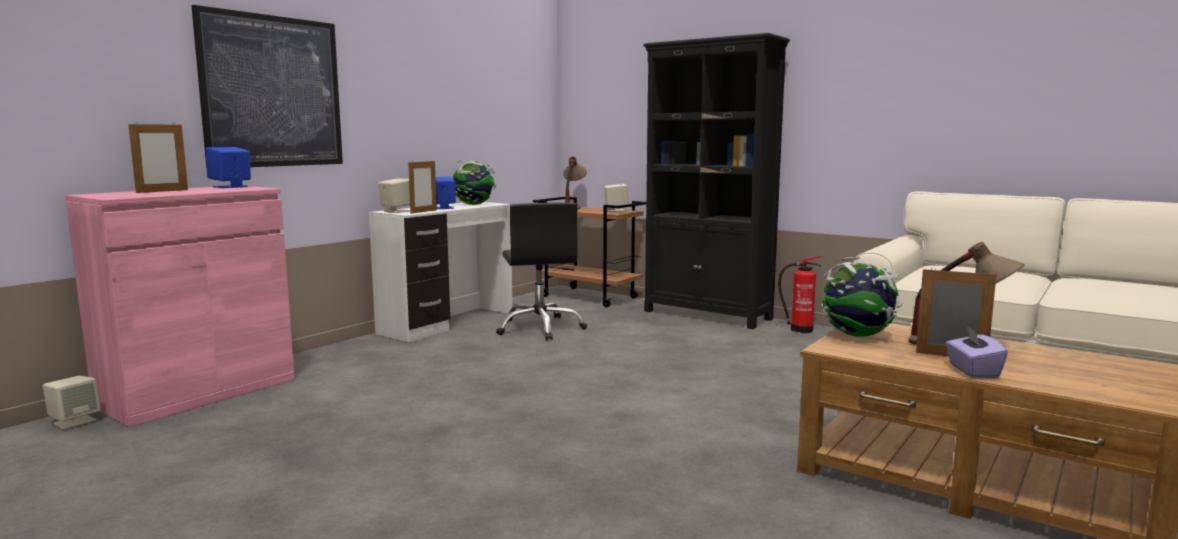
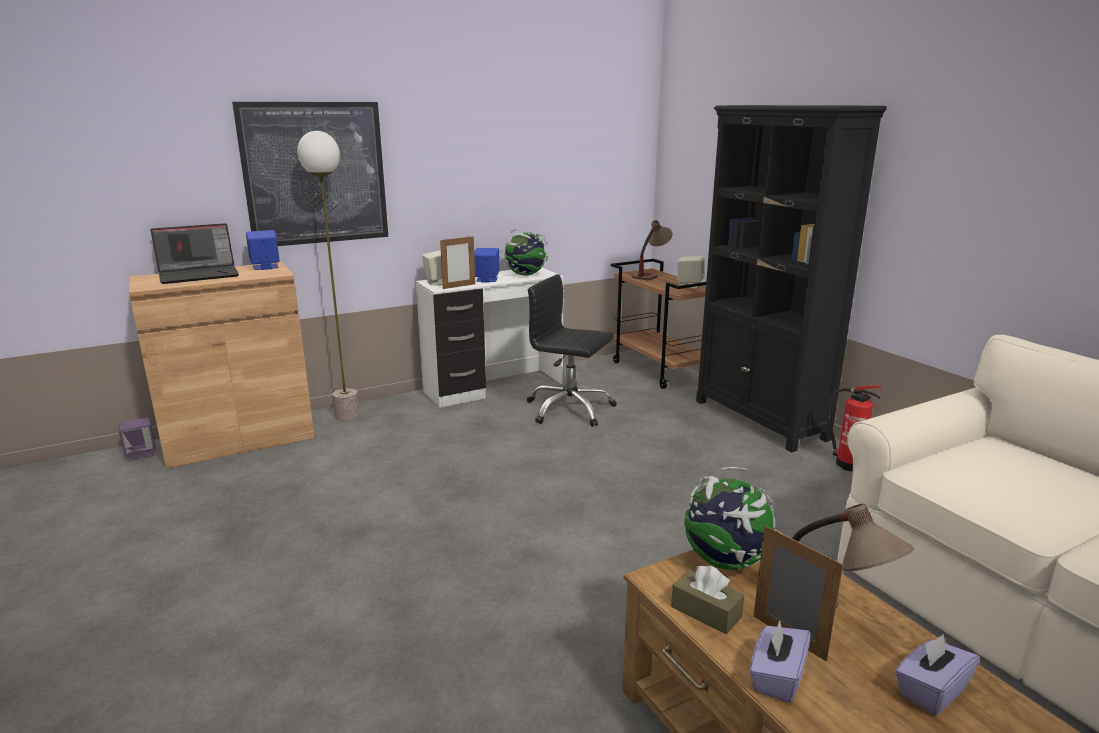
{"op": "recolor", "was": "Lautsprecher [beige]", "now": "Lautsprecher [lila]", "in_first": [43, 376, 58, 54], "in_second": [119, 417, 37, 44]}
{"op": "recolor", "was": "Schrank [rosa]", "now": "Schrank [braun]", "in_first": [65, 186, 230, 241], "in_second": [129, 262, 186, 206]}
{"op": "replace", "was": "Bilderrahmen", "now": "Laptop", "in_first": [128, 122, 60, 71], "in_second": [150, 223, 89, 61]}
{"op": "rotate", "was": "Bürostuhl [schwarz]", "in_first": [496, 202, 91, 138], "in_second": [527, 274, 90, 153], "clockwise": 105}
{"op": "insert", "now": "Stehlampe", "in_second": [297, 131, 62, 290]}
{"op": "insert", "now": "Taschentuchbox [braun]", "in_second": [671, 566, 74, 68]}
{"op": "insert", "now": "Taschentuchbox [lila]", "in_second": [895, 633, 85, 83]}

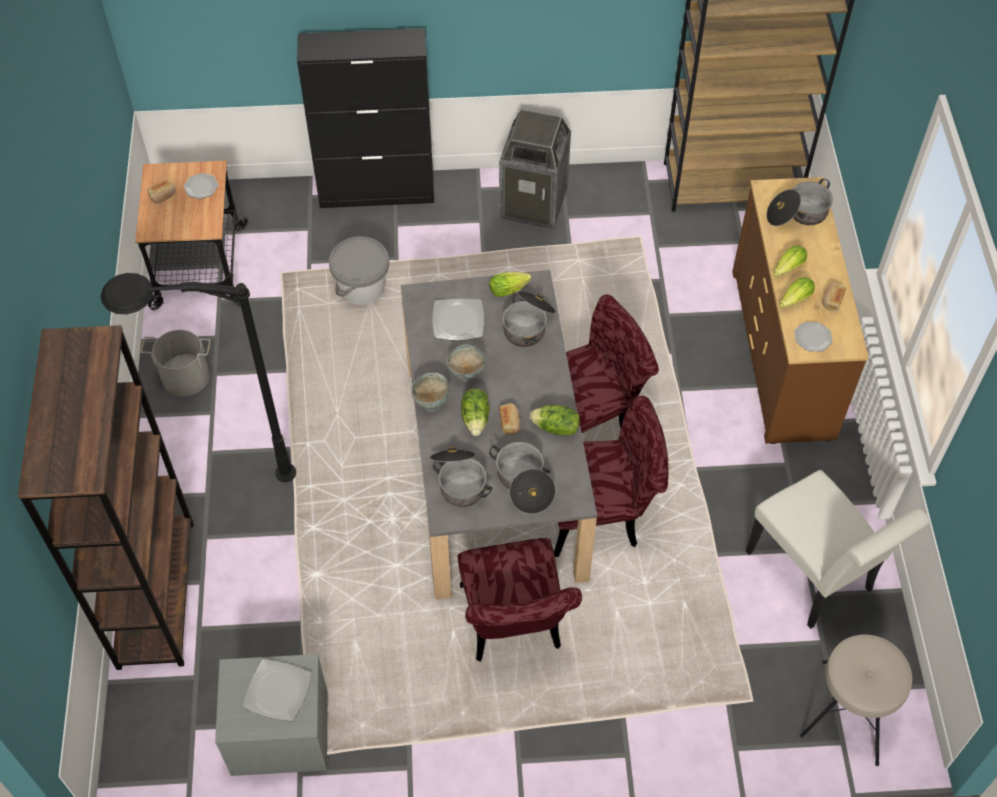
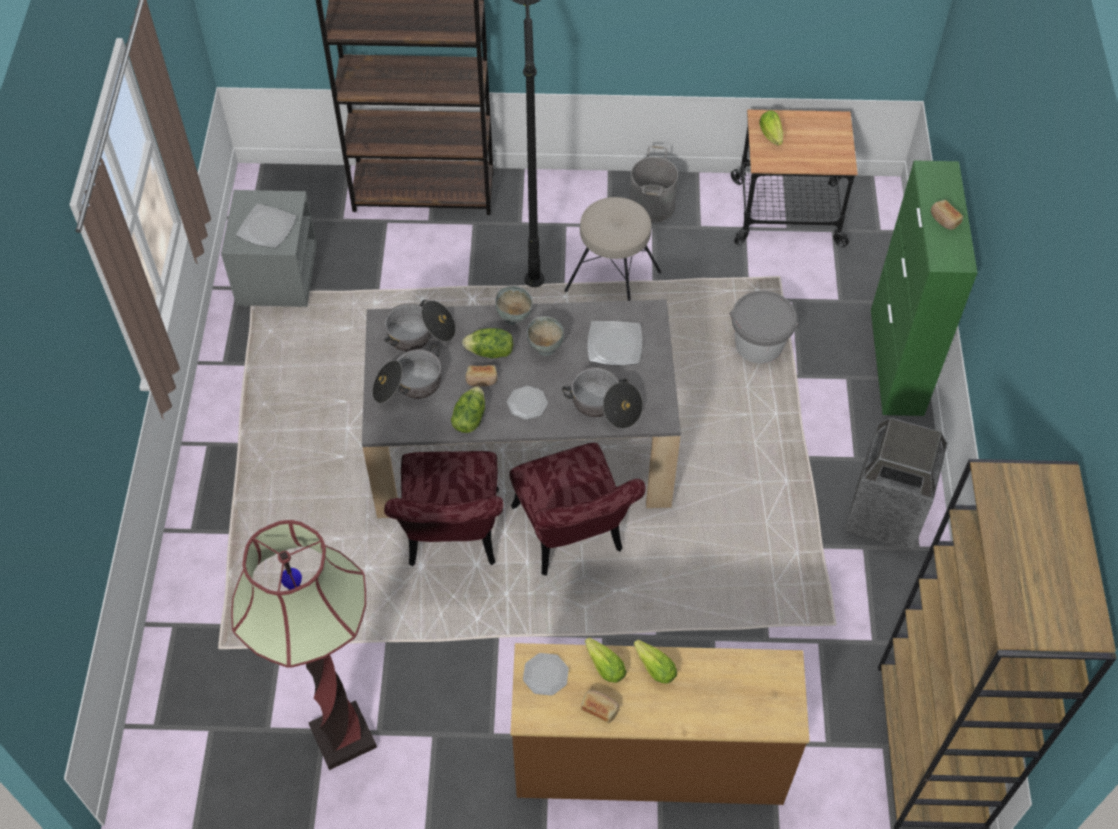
{"op": "move", "was": "Brot", "in_first": [147, 179, 29, 24], "in_second": [931, 200, 32, 30]}
{"op": "move", "was": "Teller", "in_first": [184, 173, 35, 26], "in_second": [507, 386, 41, 34]}
{"op": "recolor", "was": "Schrank [schwarz]", "now": "Schrank [grün]", "in_first": [297, 28, 137, 180], "in_second": [871, 161, 107, 255]}
{"op": "delete", "was": "Stuhl [rot]", "in_first": [458, 538, 124, 124]}
{"op": "move", "was": "Salatkopf", "in_first": [489, 272, 42, 25], "in_second": [759, 110, 24, 35]}
{"op": "replace", "was": "Stuhl [weiß]", "now": "Stehlampe", "in_first": [746, 470, 184, 159], "in_second": [231, 520, 146, 250]}
{"op": "delete", "was": "Kochtopf", "in_first": [766, 178, 67, 48]}
{"op": "move", "was": "Hocker [beige]", "in_first": [800, 635, 112, 131], "in_second": [564, 197, 97, 104]}

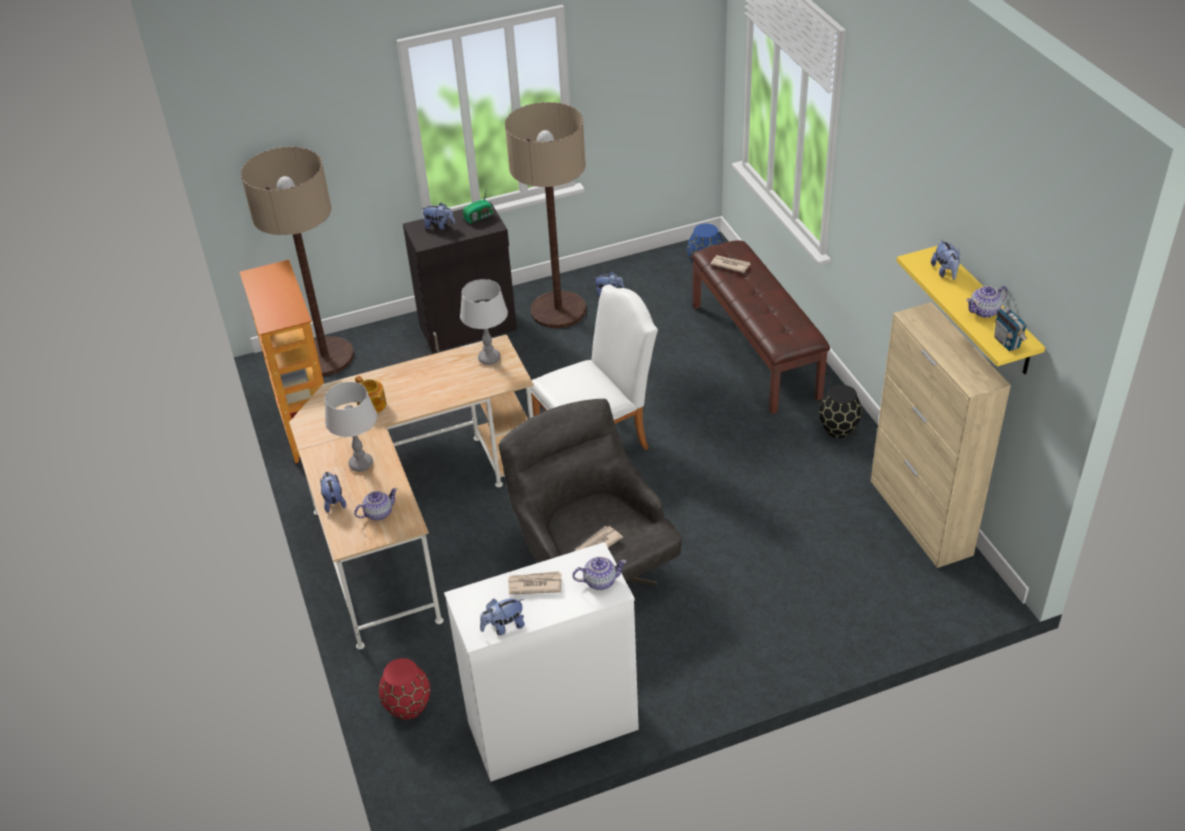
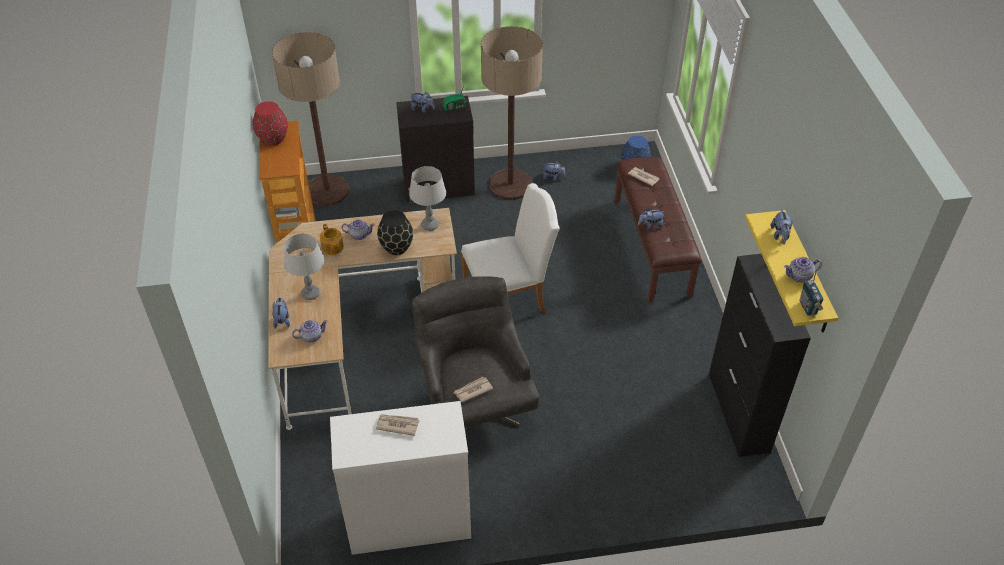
{"op": "move", "was": "Vase [rot]", "in_first": [379, 658, 51, 62], "in_second": [253, 101, 35, 45]}
{"op": "move", "was": "Plüschtier", "in_first": [480, 599, 45, 36], "in_second": [638, 208, 27, 22]}
{"op": "move", "was": "Teekanne", "in_first": [572, 557, 55, 33], "in_second": [341, 219, 34, 21]}
{"op": "move", "was": "Vase [schwarz]", "in_first": [819, 385, 43, 53], "in_second": [377, 210, 36, 45]}
{"op": "recolor", "was": "Schrank [beige]", "now": "Schrank [schwarz]", "in_first": [871, 302, 140, 266], "in_second": [709, 254, 102, 203]}

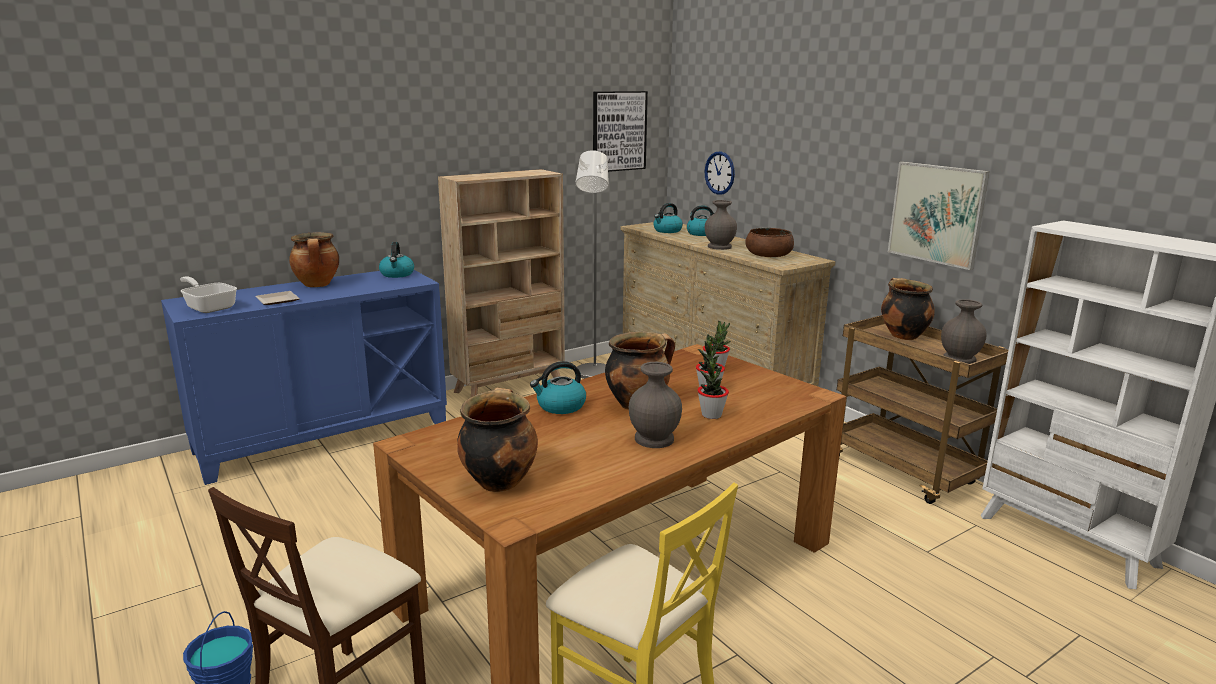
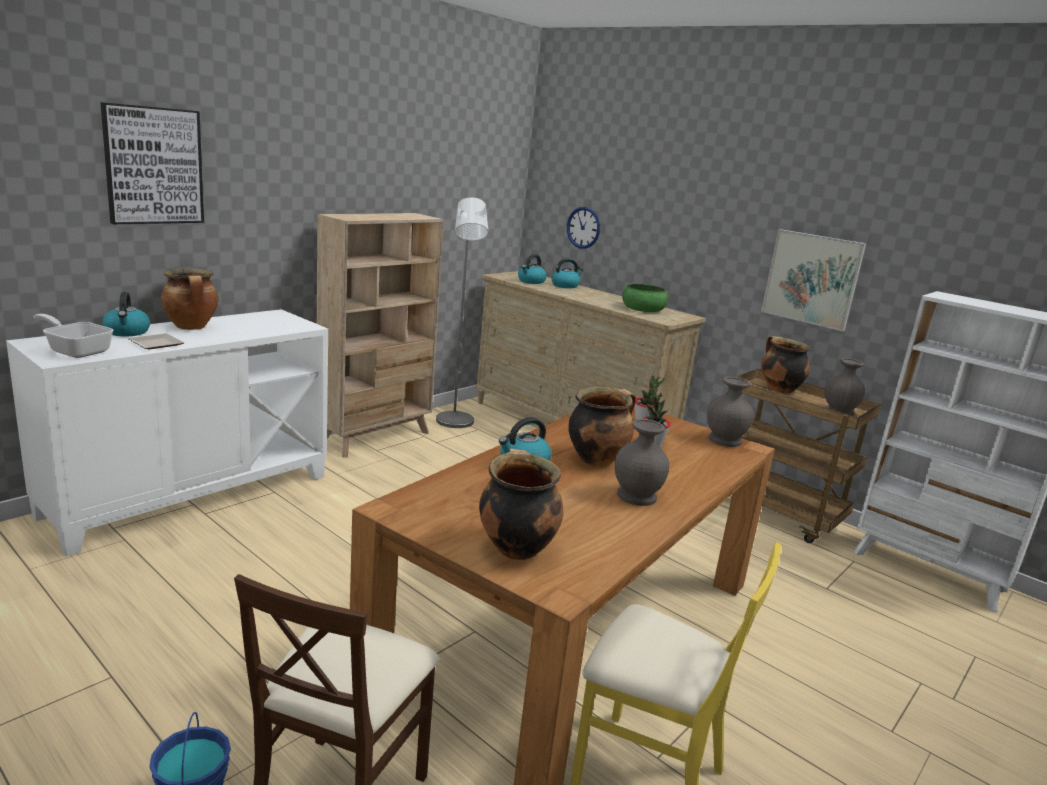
{"op": "recolor", "was": "Schrank [blau]", "now": "Schrank [weiß]", "in_first": [161, 270, 286, 215], "in_second": [6, 309, 322, 247]}
{"op": "move", "was": "Wasserkessel", "in_first": [379, 242, 35, 36], "in_second": [102, 292, 48, 45]}
{"op": "move", "was": "Bild", "in_first": [593, 91, 55, 81], "in_second": [100, 102, 104, 122]}
{"op": "delete", "was": "Topfpflanze", "in_first": [697, 354, 32, 65]}
{"op": "move", "was": "Vase [grau]", "in_first": [705, 200, 32, 50], "in_second": [707, 377, 47, 70]}
{"op": "recolor", "was": "Schüssel [braun]", "now": "Schüssel [grün]", "in_first": [745, 228, 49, 29], "in_second": [622, 283, 46, 29]}

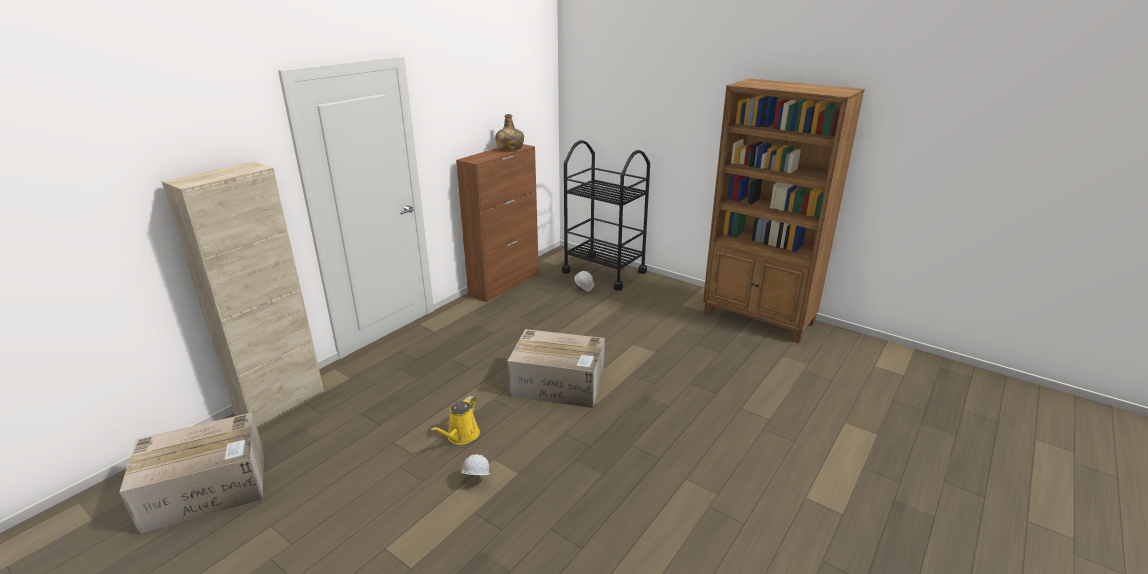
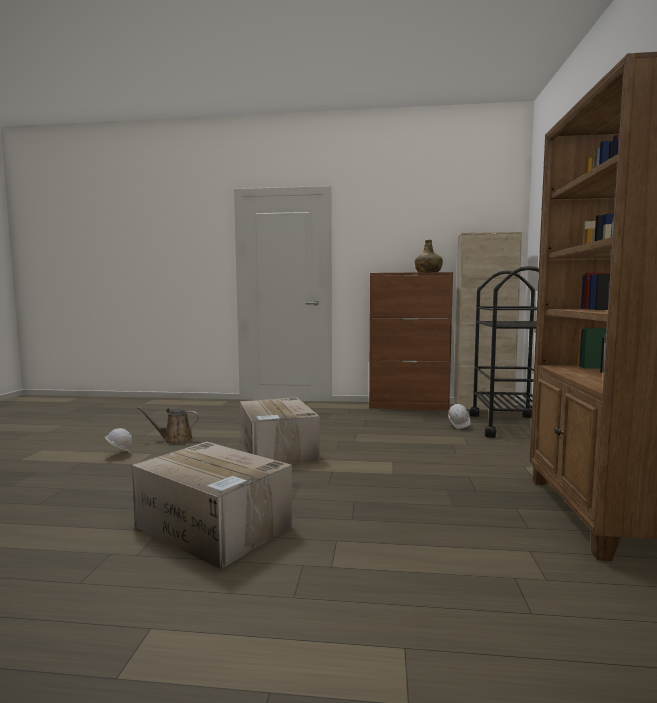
{"op": "move", "was": "Karton", "in_first": [119, 413, 145, 121], "in_second": [132, 442, 161, 128]}
{"op": "move", "was": "Schrank [beige]", "in_first": [162, 161, 162, 266], "in_second": [454, 232, 68, 178]}
{"op": "recolor", "was": "Gießkanne [gelb]", "now": "Gießkanne [braun]", "in_first": [431, 396, 49, 49], "in_second": [136, 407, 63, 37]}

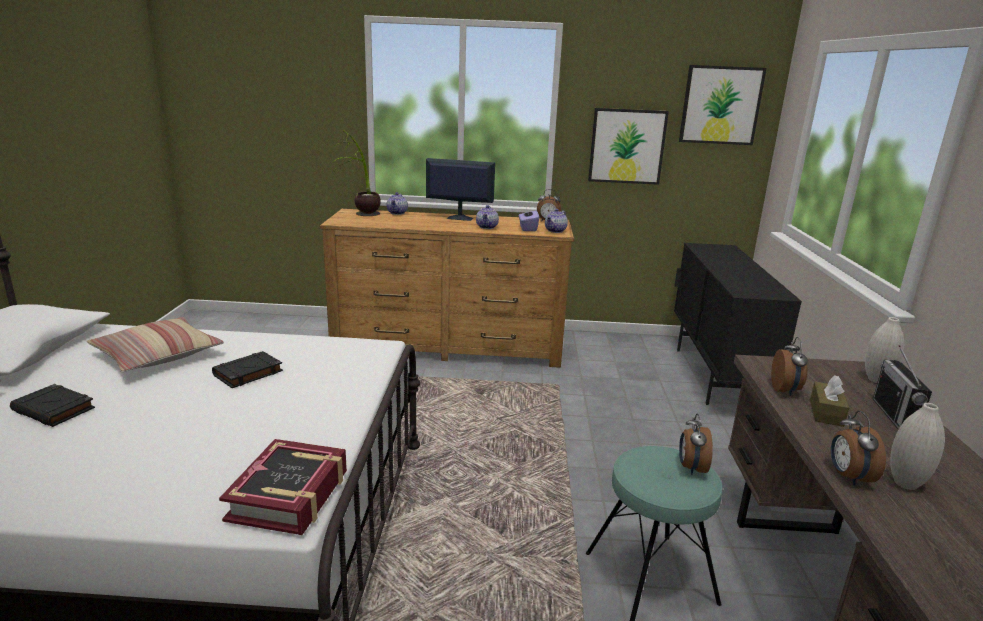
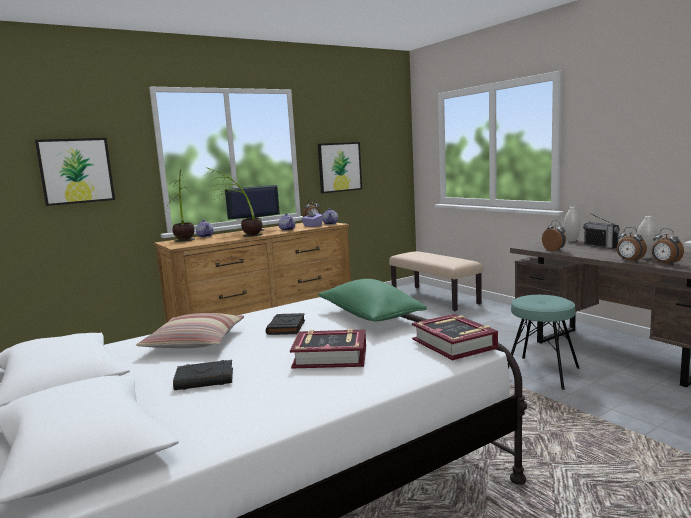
{"op": "replace", "was": "Schrank [schwarz]", "now": "Bank [beige]", "in_first": [674, 243, 128, 162], "in_second": [389, 251, 94, 60]}
{"op": "move", "was": "Bild", "in_first": [679, 65, 88, 80], "in_second": [35, 138, 80, 68]}
{"op": "move", "was": "Wecker", "in_first": [679, 413, 34, 62], "in_second": [652, 228, 32, 37]}
{"op": "delete", "was": "Taschentuchbox [braun]", "in_first": [810, 375, 39, 52]}
{"op": "insert", "now": "Topfpflanze", "in_second": [206, 167, 57, 70]}
{"op": "insert", "now": "Buch", "in_second": [290, 329, 76, 39]}
{"op": "insert", "now": "Kissen [grün]", "in_second": [318, 279, 109, 43]}

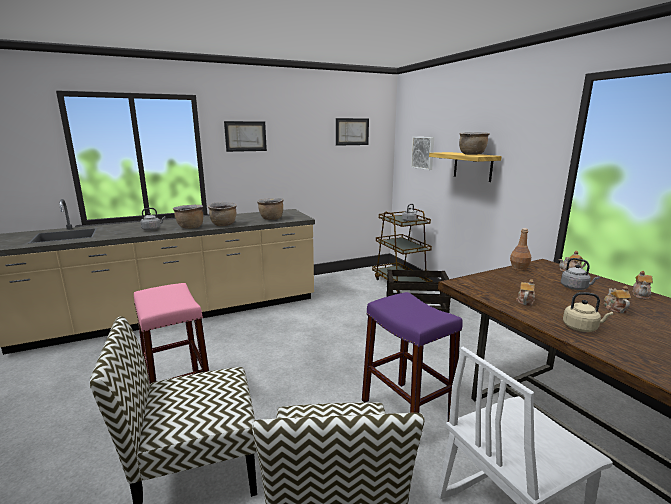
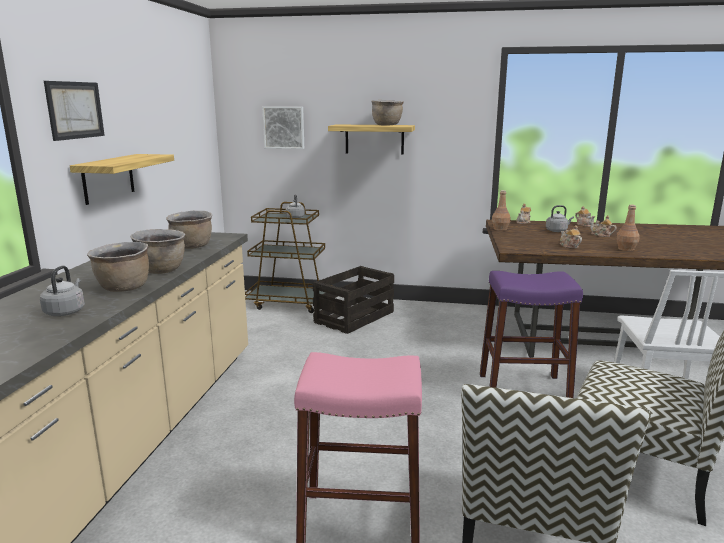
{"op": "delete", "was": "Bild", "in_first": [336, 118, 33, 28]}
{"op": "replace", "was": "Wasserkessel [beige]", "now": "Flasche [braun]", "in_first": [563, 292, 50, 40], "in_second": [616, 205, 24, 46]}
{"op": "insert", "now": "Wandregal", "in_second": [70, 154, 104, 51]}

